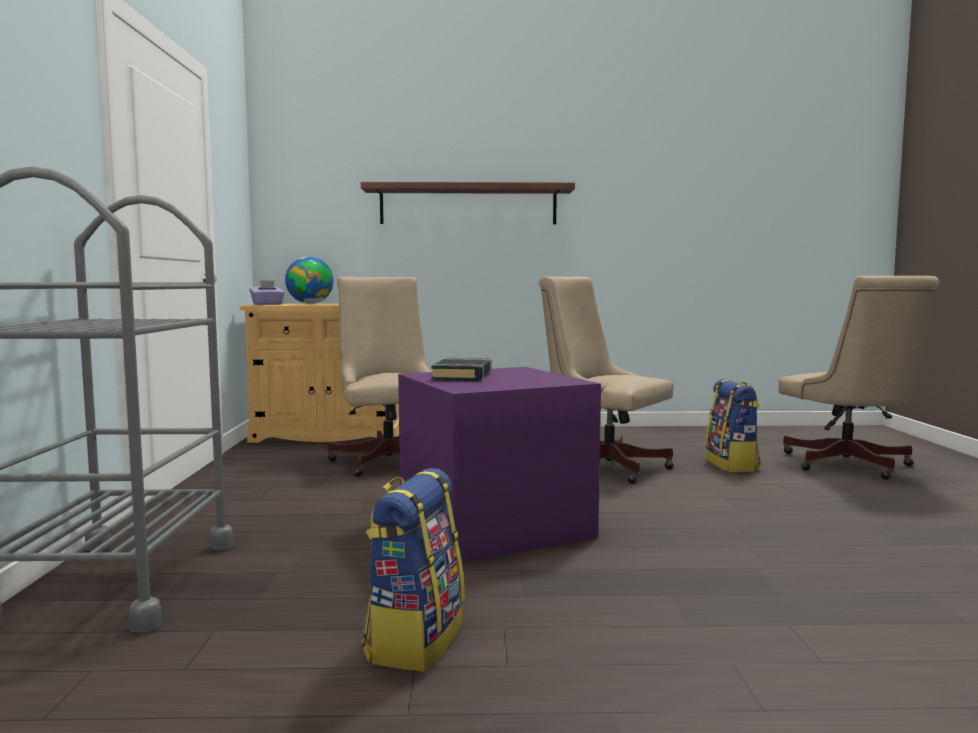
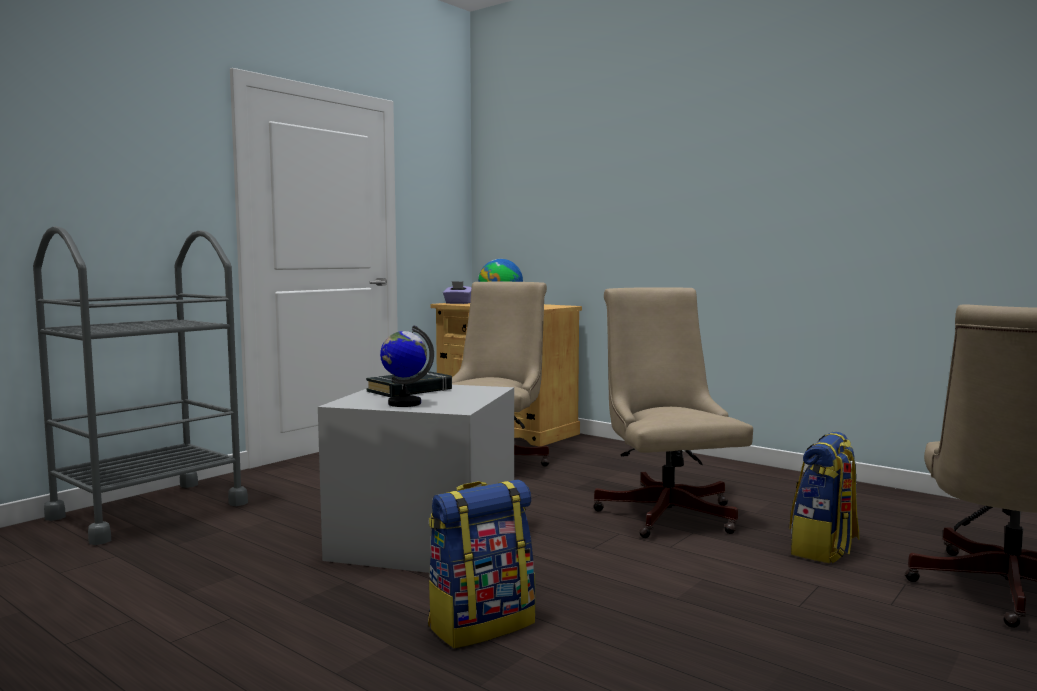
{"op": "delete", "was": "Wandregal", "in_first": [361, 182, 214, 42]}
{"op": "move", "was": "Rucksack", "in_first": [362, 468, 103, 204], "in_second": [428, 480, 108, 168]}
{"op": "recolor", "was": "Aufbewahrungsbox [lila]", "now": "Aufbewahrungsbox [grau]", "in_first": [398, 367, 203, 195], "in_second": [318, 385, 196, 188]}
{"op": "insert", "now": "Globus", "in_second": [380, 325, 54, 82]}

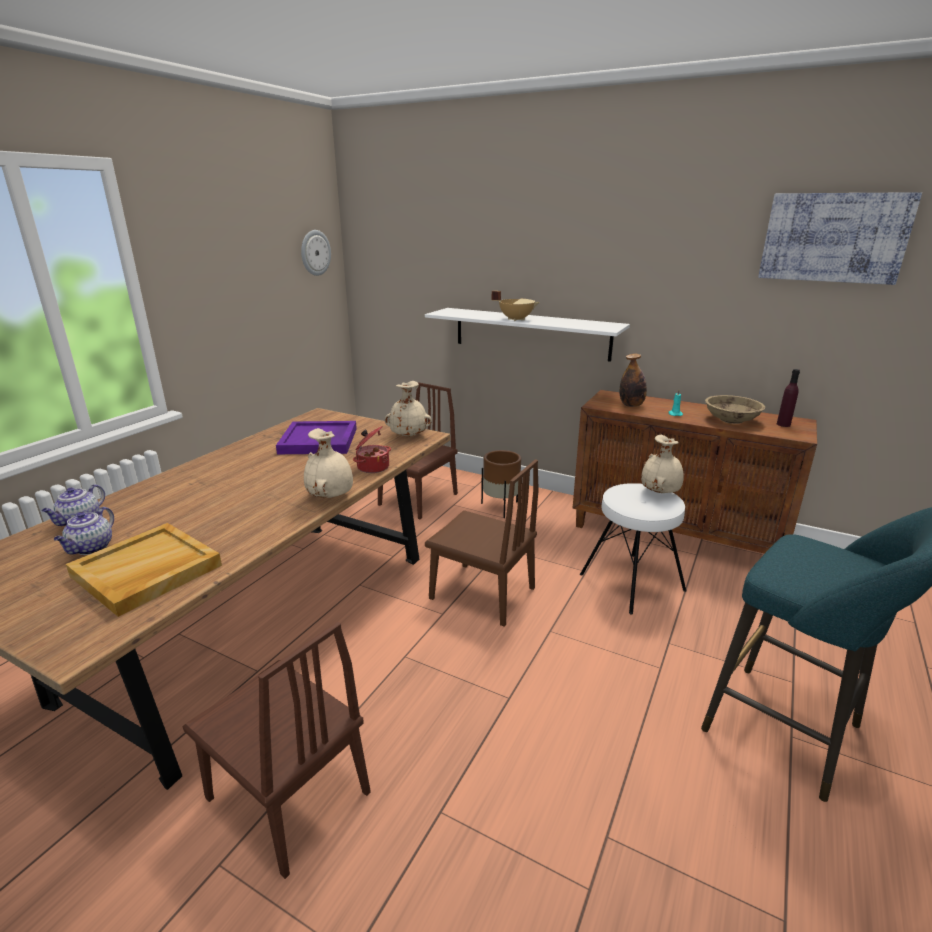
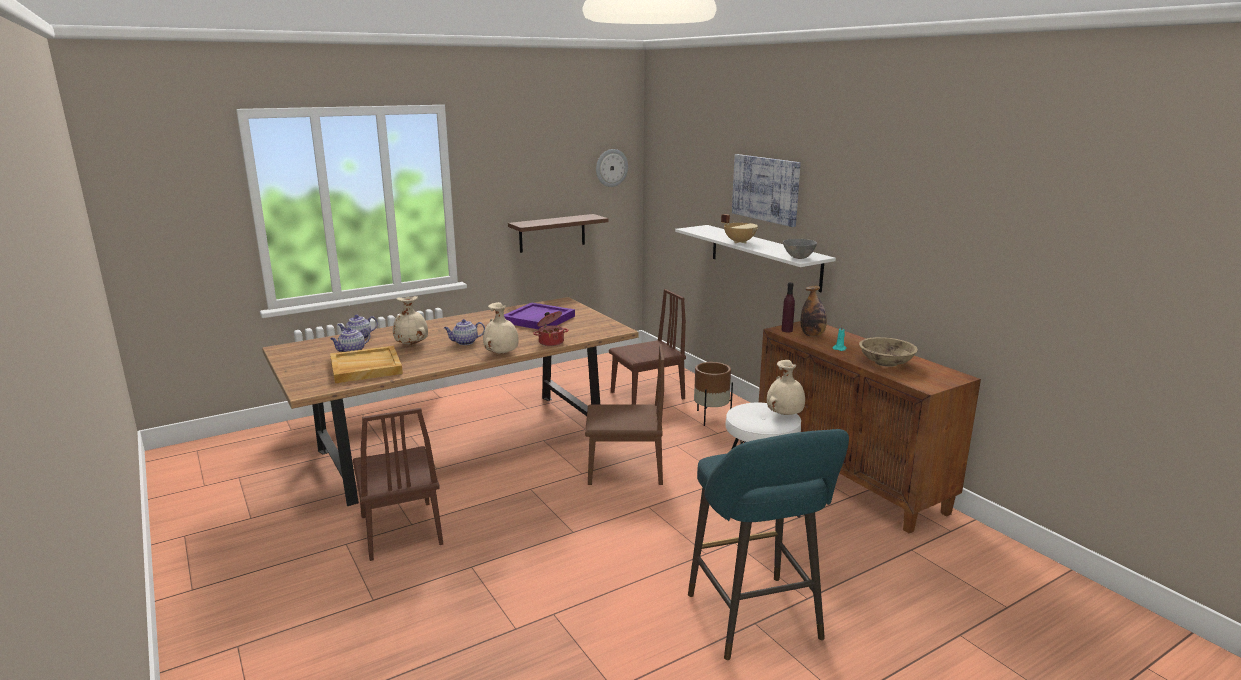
{"op": "move", "was": "Vase [beige]", "in_first": [385, 381, 47, 56], "in_second": [393, 296, 35, 49]}
{"op": "rotate", "was": "Stuhl [braun]", "in_first": [425, 459, 114, 168], "in_second": [585, 344, 79, 141], "clockwise": -60}
{"op": "move", "was": "Bild", "in_first": [758, 192, 164, 93], "in_second": [732, 154, 69, 73]}
{"op": "move", "was": "Flasche [lila]", "in_first": [777, 369, 23, 58], "in_second": [781, 282, 14, 50]}
{"op": "insert", "now": "Teekanne", "in_second": [444, 319, 41, 26]}
{"op": "insert", "now": "Wandregal", "in_second": [508, 214, 100, 39]}
{"op": "insert", "now": "Schüssel [grau]", "in_second": [783, 239, 34, 20]}

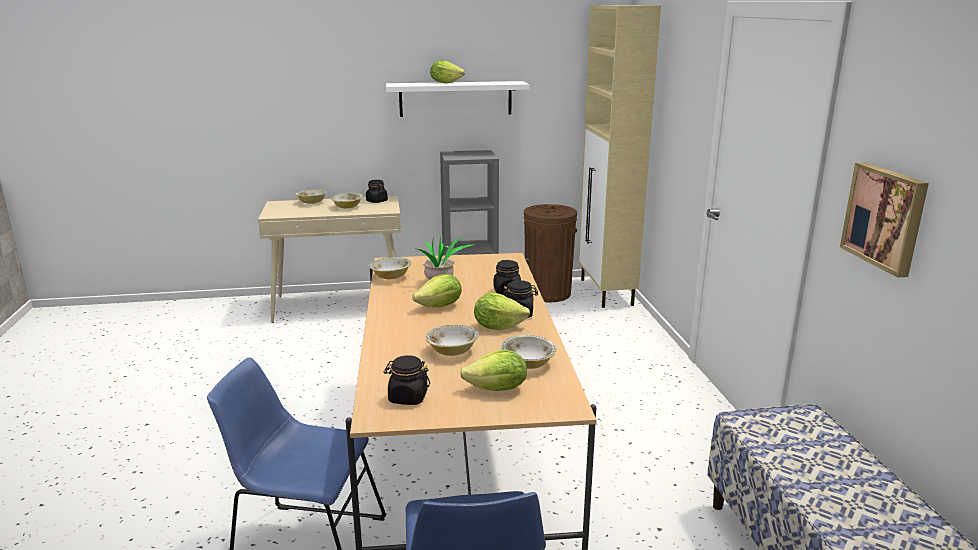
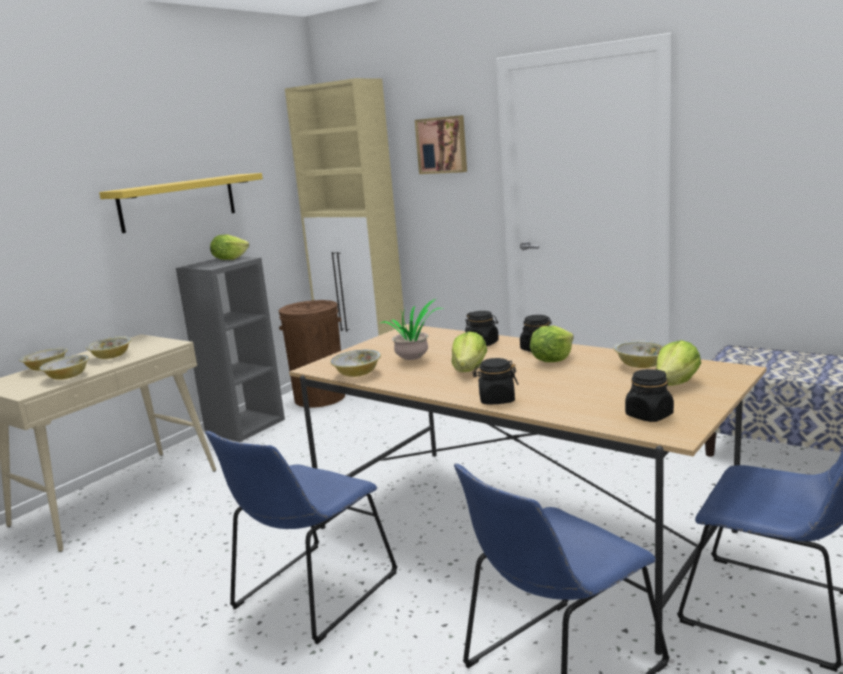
{"op": "move", "was": "Vorratsglas [schwarz]", "in_first": [366, 180, 22, 23], "in_second": [473, 358, 46, 46]}
{"op": "recolor", "was": "Wandregal [weiß]", "now": "Wandregal [gelb]", "in_first": [386, 81, 143, 36], "in_second": [99, 173, 164, 60]}
{"op": "move", "was": "Schüssel", "in_first": [425, 325, 54, 31], "in_second": [39, 355, 50, 25]}
{"op": "move", "was": "Salatkopf", "in_first": [430, 60, 35, 24], "in_second": [210, 234, 39, 26]}
{"op": "move", "was": "Bild", "in_first": [840, 162, 89, 116], "in_second": [415, 115, 52, 59]}
{"op": "insert", "now": "Stuhl [blau]", "in_second": [205, 431, 192, 213]}

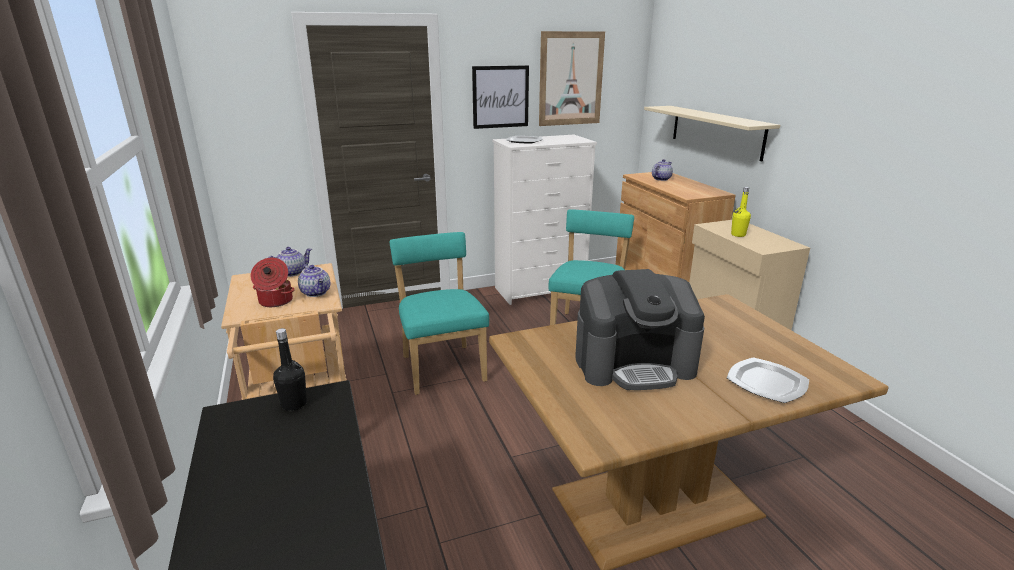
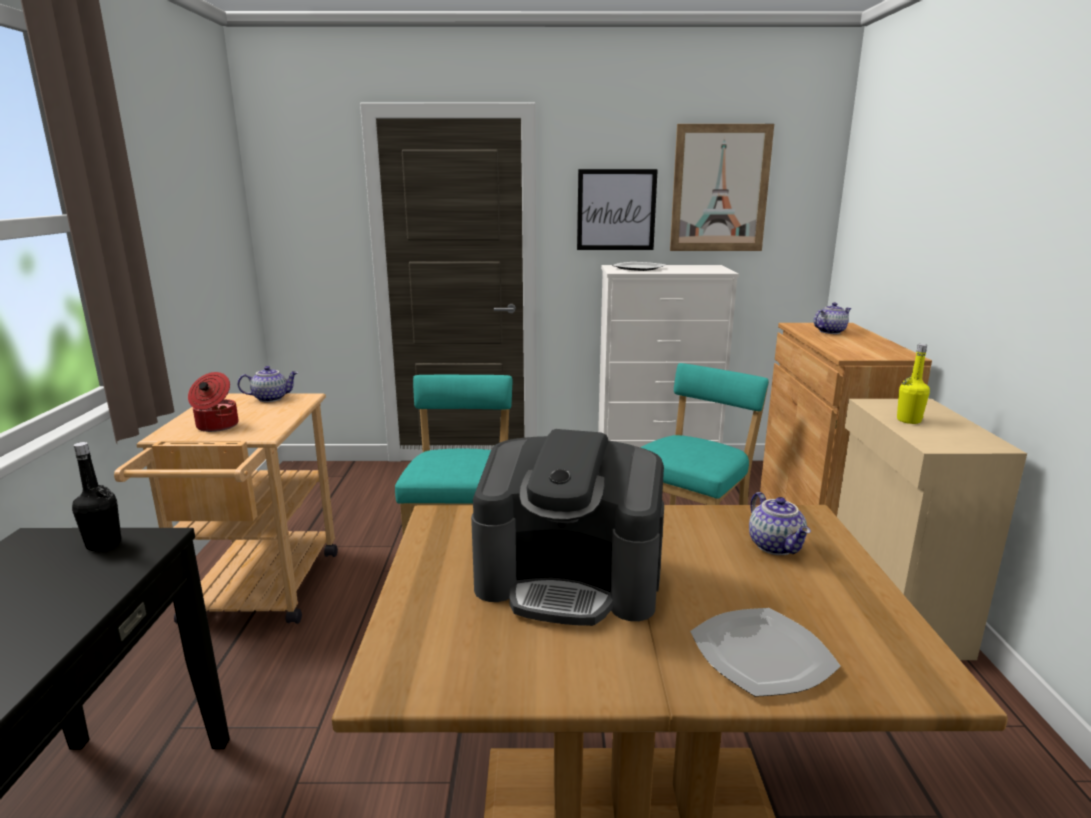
{"op": "move", "was": "Teekanne", "in_first": [298, 264, 32, 33], "in_second": [749, 492, 62, 63]}
{"op": "delete", "was": "Wandregal [beige]", "in_first": [644, 106, 136, 56]}

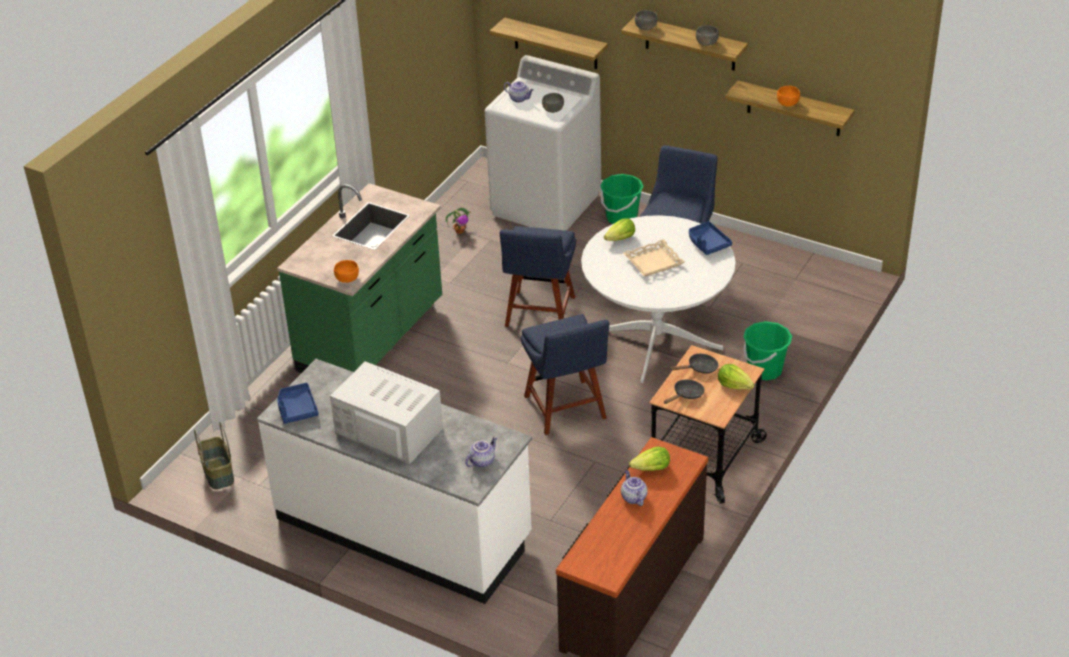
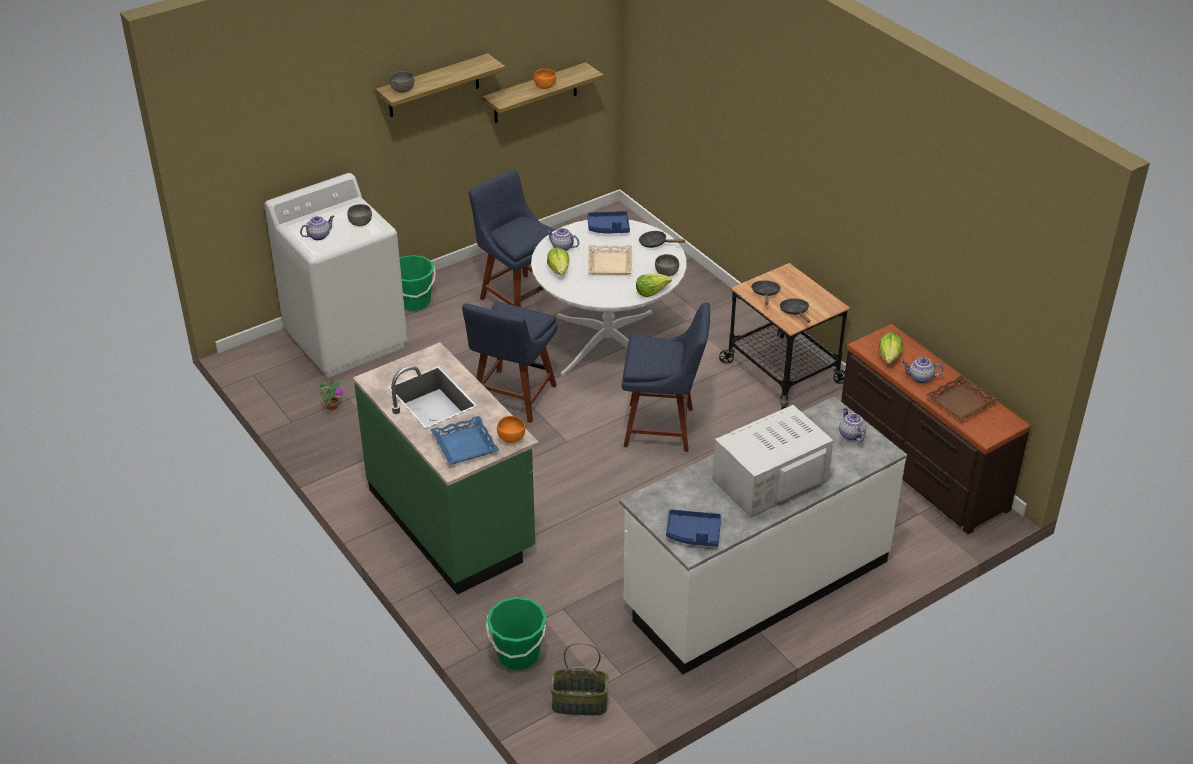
{"op": "delete", "was": "Wandregal", "in_first": [490, 17, 118, 52]}
{"op": "rotate", "was": "Stuhl [blau]", "in_first": [500, 226, 76, 101], "in_second": [462, 302, 96, 121], "clockwise": 75}
{"op": "move", "was": "Schüssel [grau]", "in_first": [696, 25, 23, 21], "in_second": [655, 254, 24, 22]}
{"op": "move", "was": "Salatkopf", "in_first": [718, 364, 36, 26], "in_second": [636, 274, 36, 23]}
{"op": "move", "was": "Eimer [grün]", "in_first": [743, 321, 49, 59], "in_second": [486, 597, 61, 73]}
{"op": "insert", "now": "Tablett [blau]", "in_second": [430, 416, 69, 48]}
{"op": "insert", "now": "Teekanne", "in_second": [546, 228, 33, 23]}
{"op": "insert", "now": "Pfanne [schwarz]", "in_second": [639, 231, 47, 17]}
{"op": "insert", "now": "Tablett [braun]", "in_second": [925, 374, 74, 46]}

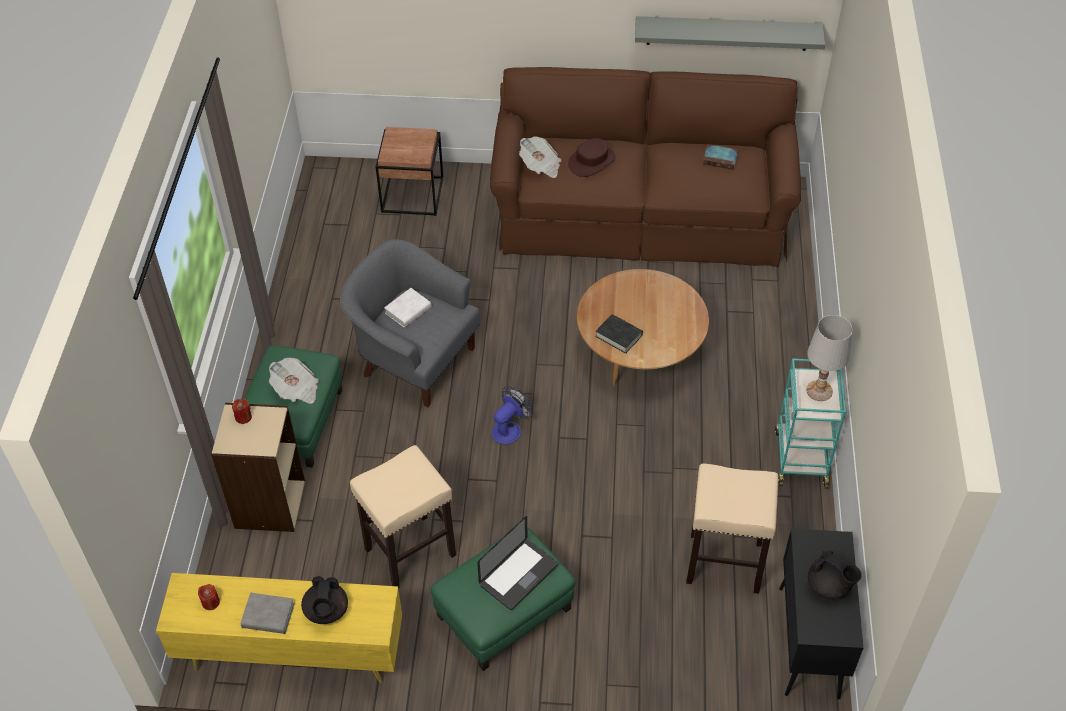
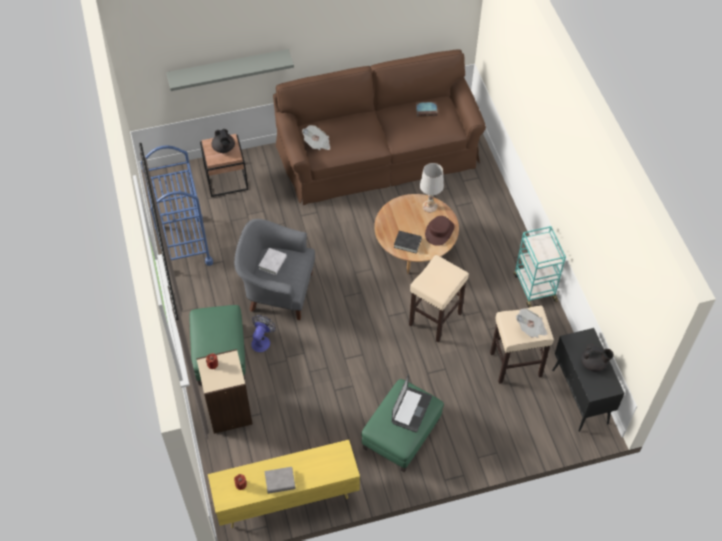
{"op": "move", "was": "Zeitung", "in_first": [269, 358, 50, 46], "in_second": [516, 308, 32, 30]}
{"op": "move", "was": "Teekanne [schwarz]", "in_first": [301, 576, 47, 48], "in_second": [211, 129, 24, 24]}
{"op": "move", "was": "Hocker [beige]", "in_first": [350, 445, 106, 144], "in_second": [409, 255, 60, 88]}
{"op": "move", "was": "Ventilator", "in_first": [492, 386, 41, 58], "in_second": [251, 315, 25, 37]}
{"op": "move", "was": "Hut [braun]", "in_first": [568, 138, 48, 39], "in_second": [425, 216, 30, 30]}
{"op": "move", "was": "Wandregal [grau]", "in_first": [635, 16, 190, 35], "in_second": [166, 49, 128, 42]}
{"op": "move", "was": "Tischlampe [weiß]", "in_first": [806, 315, 47, 86], "in_second": [420, 163, 24, 49]}
{"op": "insert", "now": "Rollwagen [blau]", "in_second": [141, 145, 72, 126]}

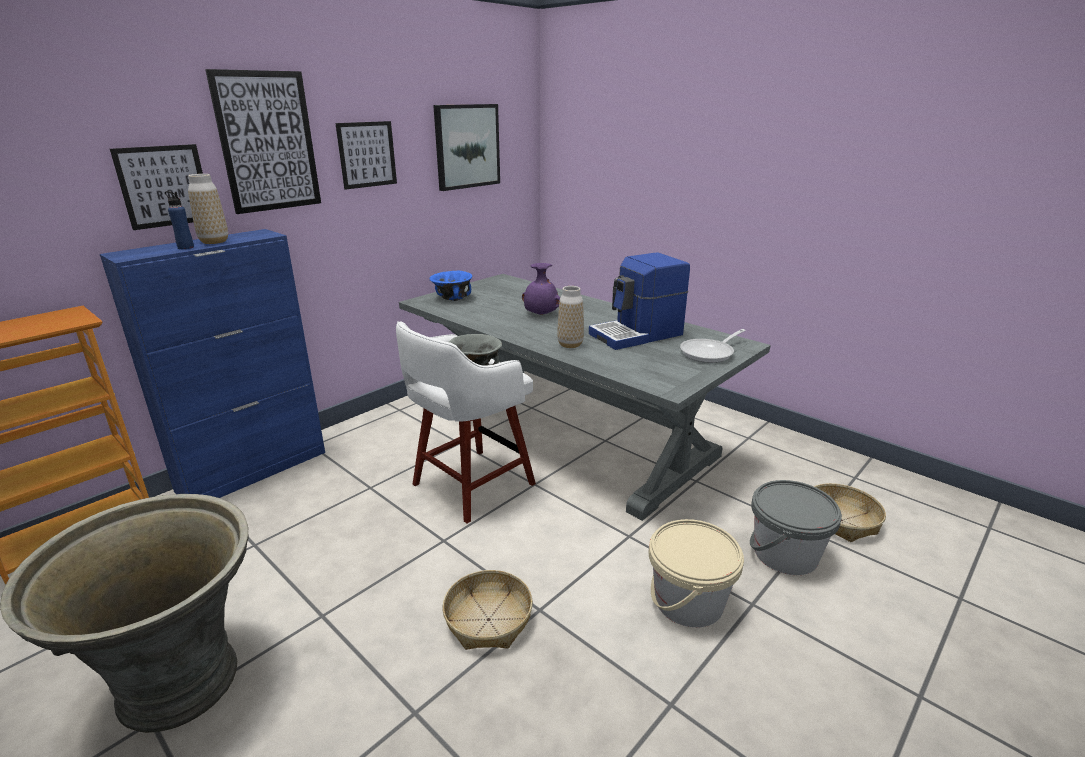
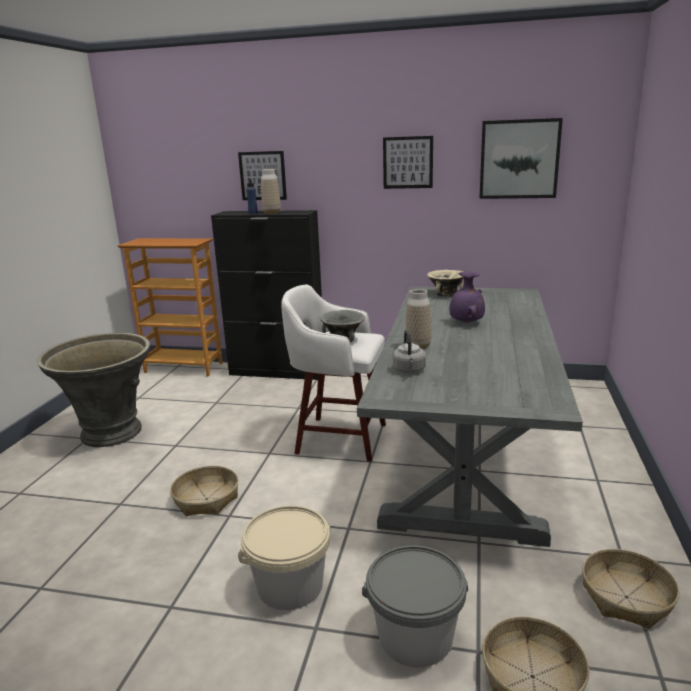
{"op": "recolor", "was": "Schrank [blau]", "now": "Schrank [schwarz]", "in_first": [100, 229, 225, 269], "in_second": [211, 210, 111, 170]}
{"op": "delete", "was": "Bild", "in_first": [205, 69, 116, 145]}
{"op": "recolor", "was": "Schüssel [blau]", "now": "Schüssel [beige]", "in_first": [429, 271, 43, 30], "in_second": [427, 270, 37, 26]}
{"op": "delete", "was": "Kaffeemaschine", "in_first": [589, 253, 101, 97]}
{"op": "delete", "was": "Pfanne", "in_first": [680, 329, 66, 34]}
{"op": "insert", "now": "Wasserkessel [grau]", "in_second": [393, 330, 33, 43]}
{"op": "insert", "now": "Korb", "in_second": [582, 549, 98, 80]}

